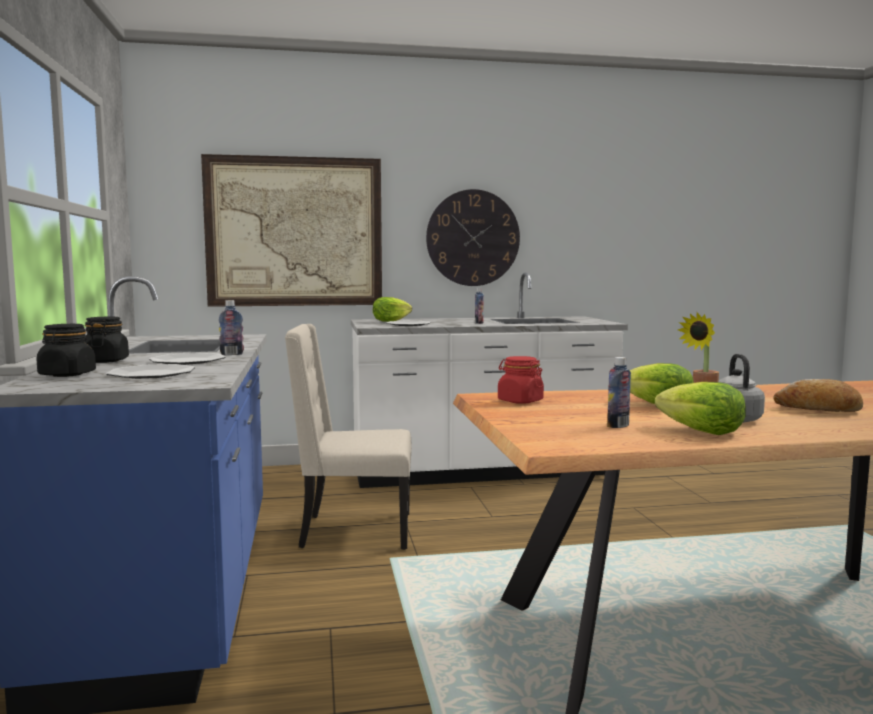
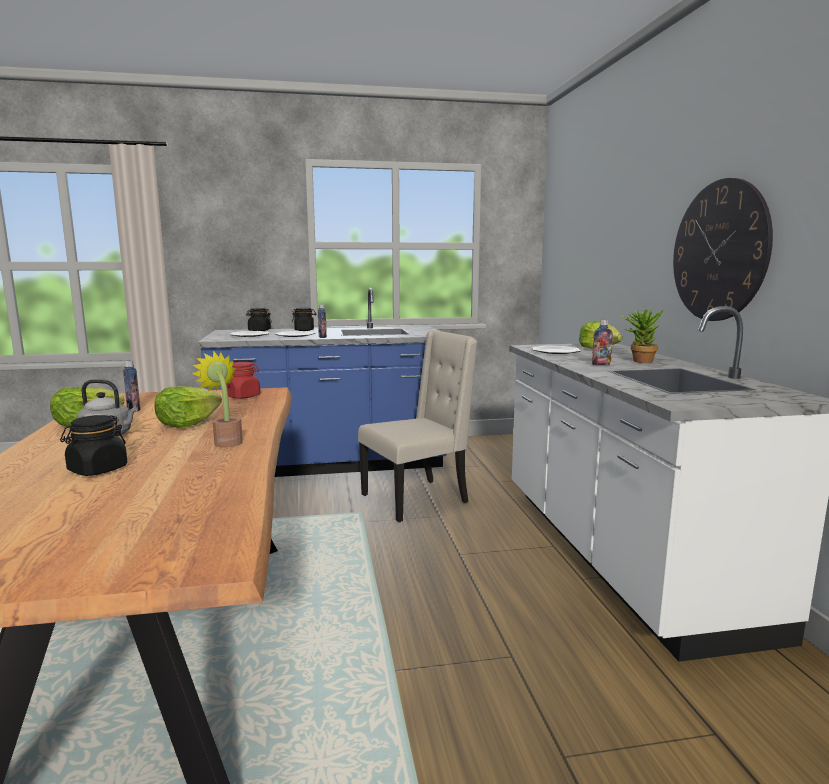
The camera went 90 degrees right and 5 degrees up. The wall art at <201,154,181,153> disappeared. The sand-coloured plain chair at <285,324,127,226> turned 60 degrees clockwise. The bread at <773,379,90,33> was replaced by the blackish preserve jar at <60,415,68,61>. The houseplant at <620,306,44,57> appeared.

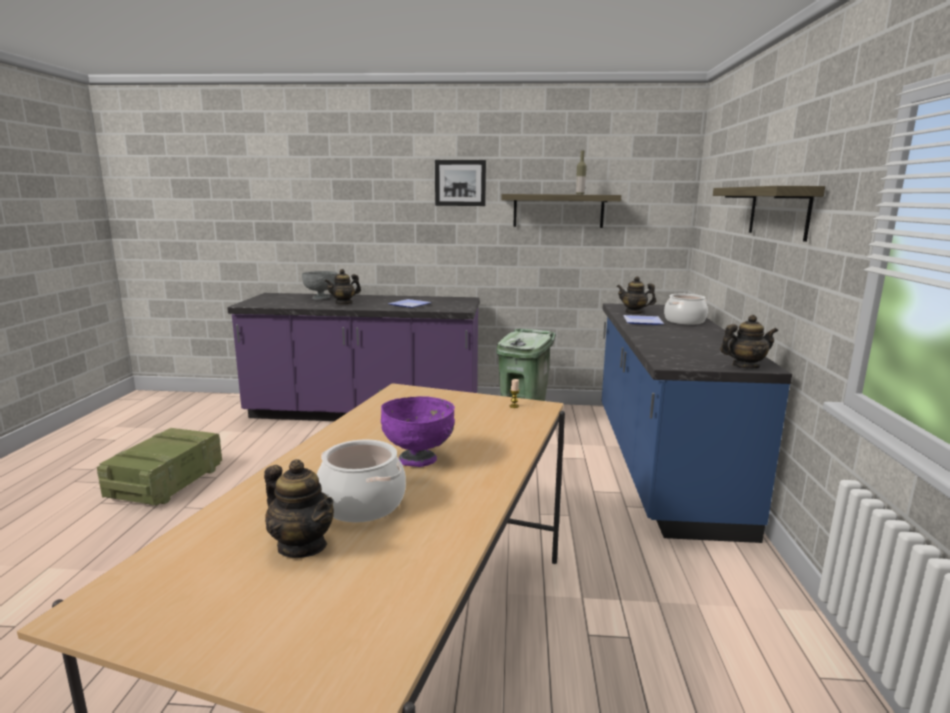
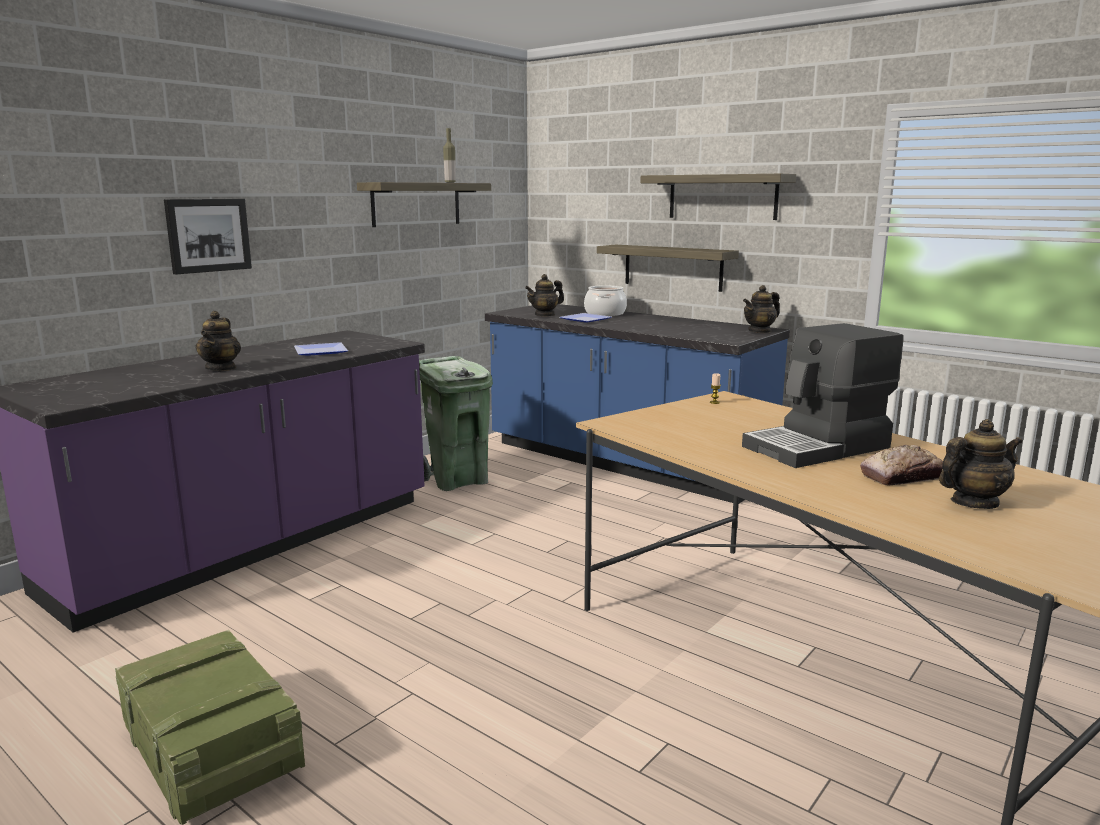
The camera went 55 degrees left and 0 degrees up. The grey bowl at <302,271,36,29> disappeared. The cooking pot at <317,439,89,84> was replaced by the bread at <860,445,83,41>. The purple bowl at <381,396,74,71> was replaced by the coffee machine at <742,323,162,145>. The wall art moved from <435,160,51,46> to <164,199,88,76>. The pot for tea at <720,315,58,54> turned 150 degrees counterclockwise. The bracket shelf at <597,245,142,47> appeared.

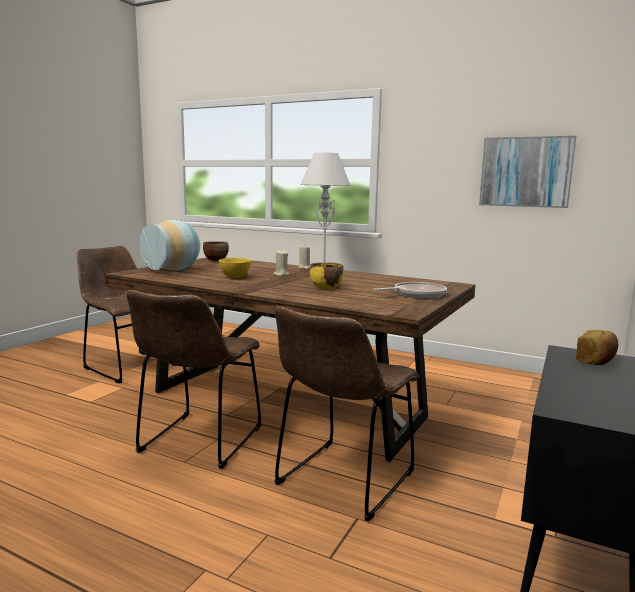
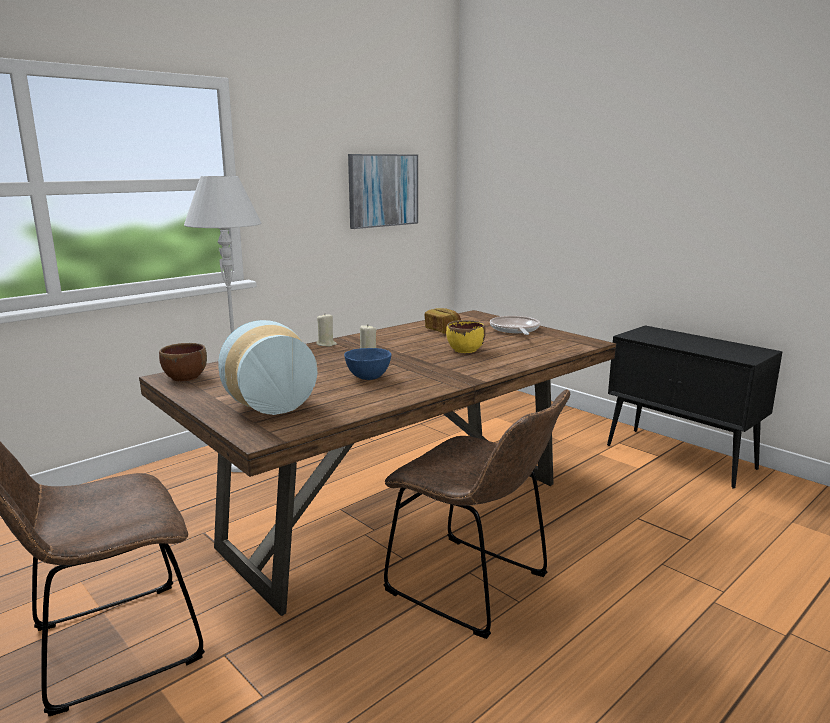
The camera went 70 degrees left and 5 degrees up. The yellowish bowl at <219,258,32,20> became the bluish bowl at <344,348,47,32>. The brown-coloured plain chair at <274,306,145,216> disappeared. The bread moved from <576,330,42,35> to <425,308,36,26>.

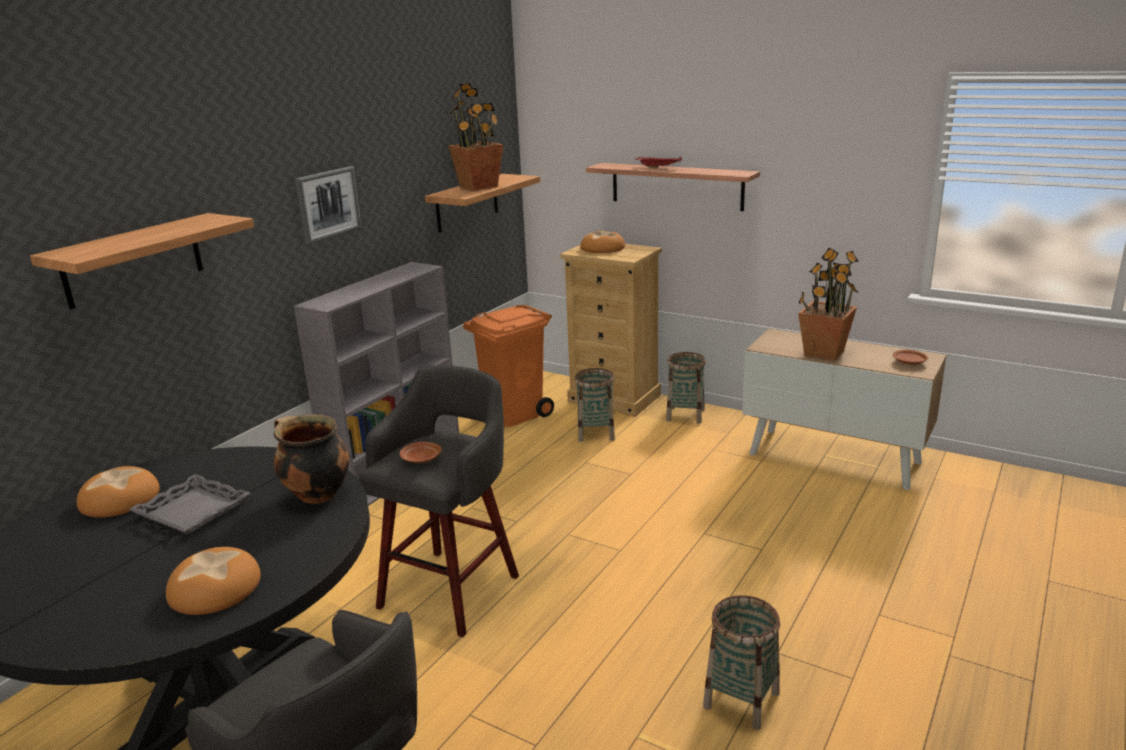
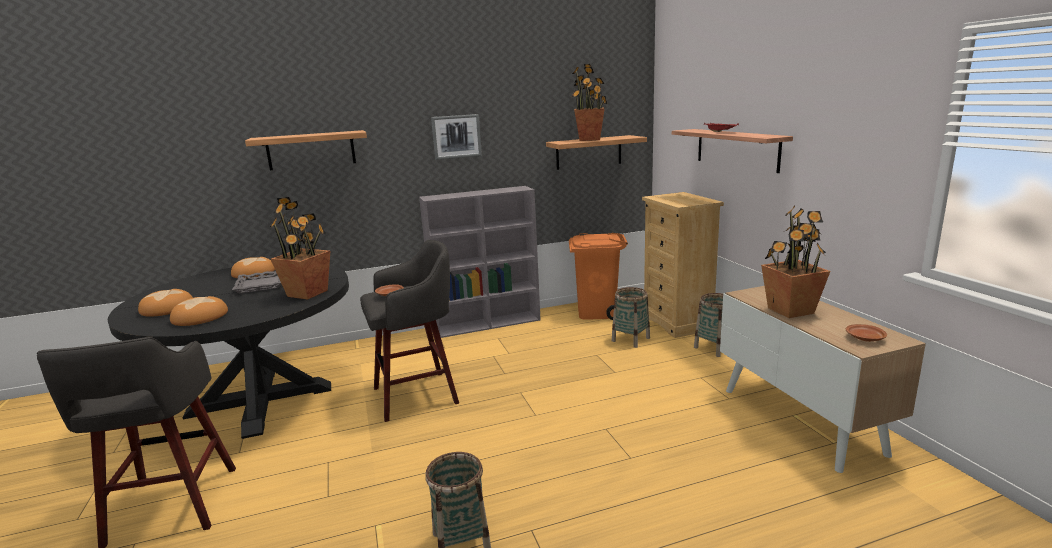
The camera went 40 degrees right and 5 degrees down. The cooking pot at <274,415,75,88> was replaced by the houseplant at <270,197,60,103>. The bread moved from <580,231,45,22> to <138,289,55,28>.

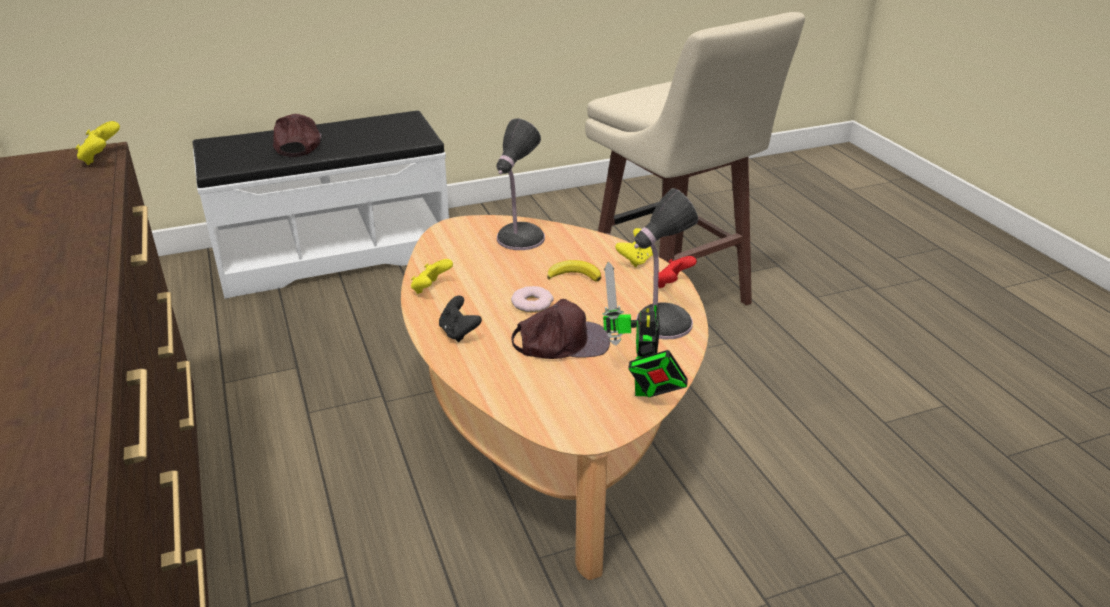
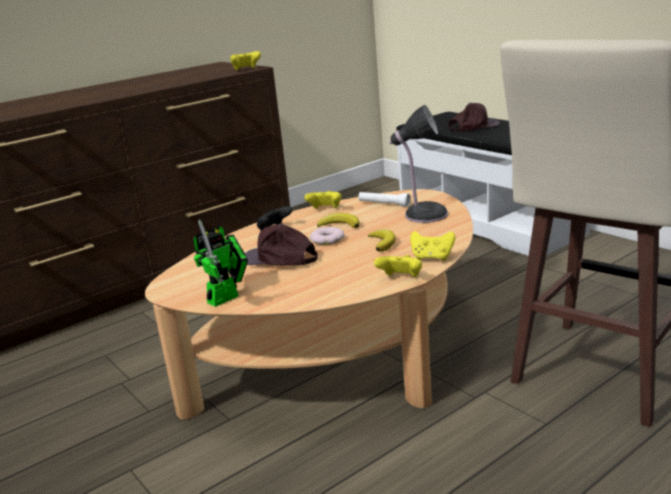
The camera went 75 degrees right and 10 degrees down. The brown-coloured peaked cap at <511,299,99,60> turned 135 degrees clockwise. The robot figure at <602,261,86,136> turned 150 degrees clockwise. The lamp for a table at <634,188,64,151> disappeared. The red-coloured game controller at <658,256,39,32> became the yellowish game controller at <374,255,48,22>. The banana fruit at <317,213,43,15> appeared. The white-coloured torch at <358,192,53,15> appeared.

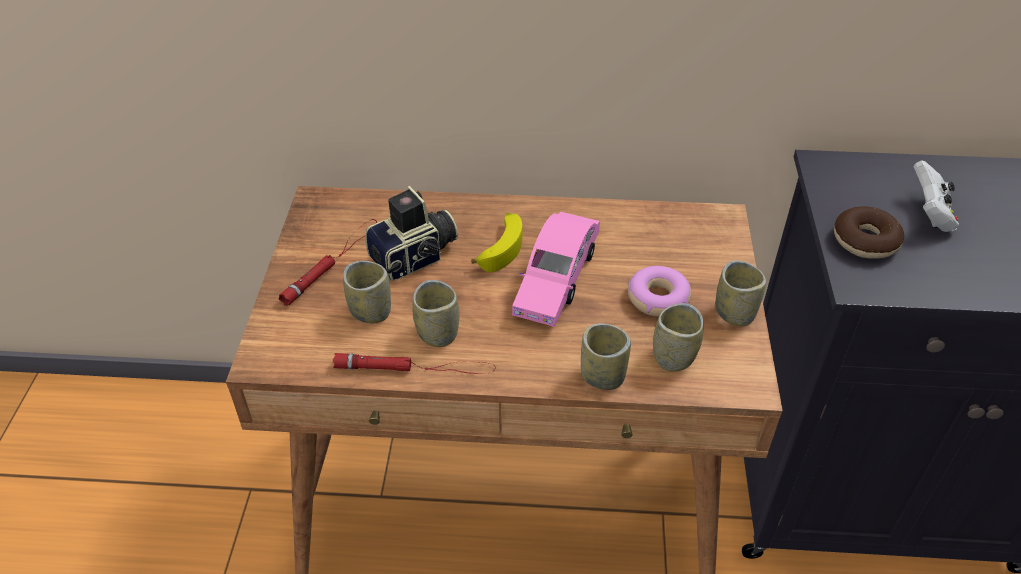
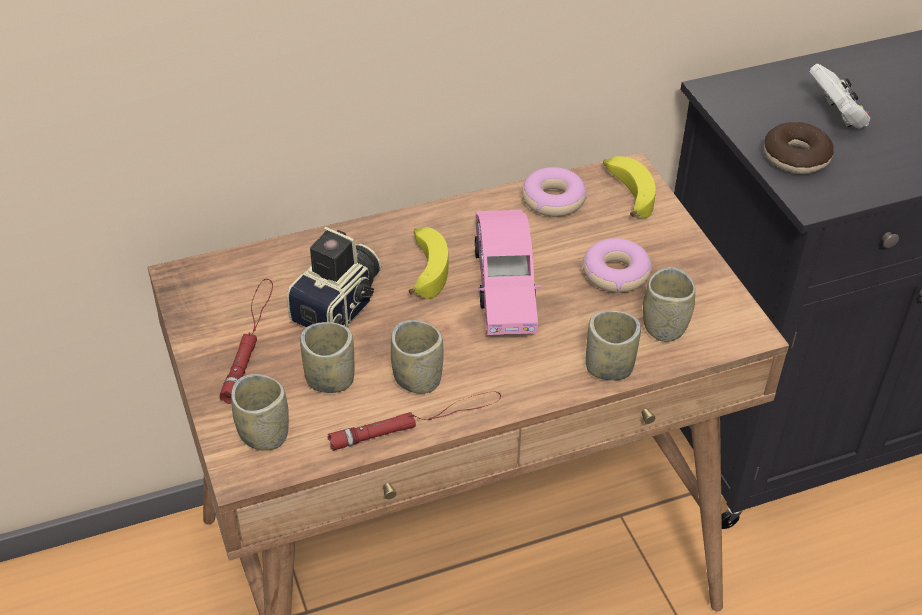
The camera went 25 degrees left and 0 degrees up. The small cup moved from <716,260,50,66> to <231,374,58,77>. The ring doughnut at <522,167,65,50> appeared. The banana fruit at <603,156,53,62> appeared.

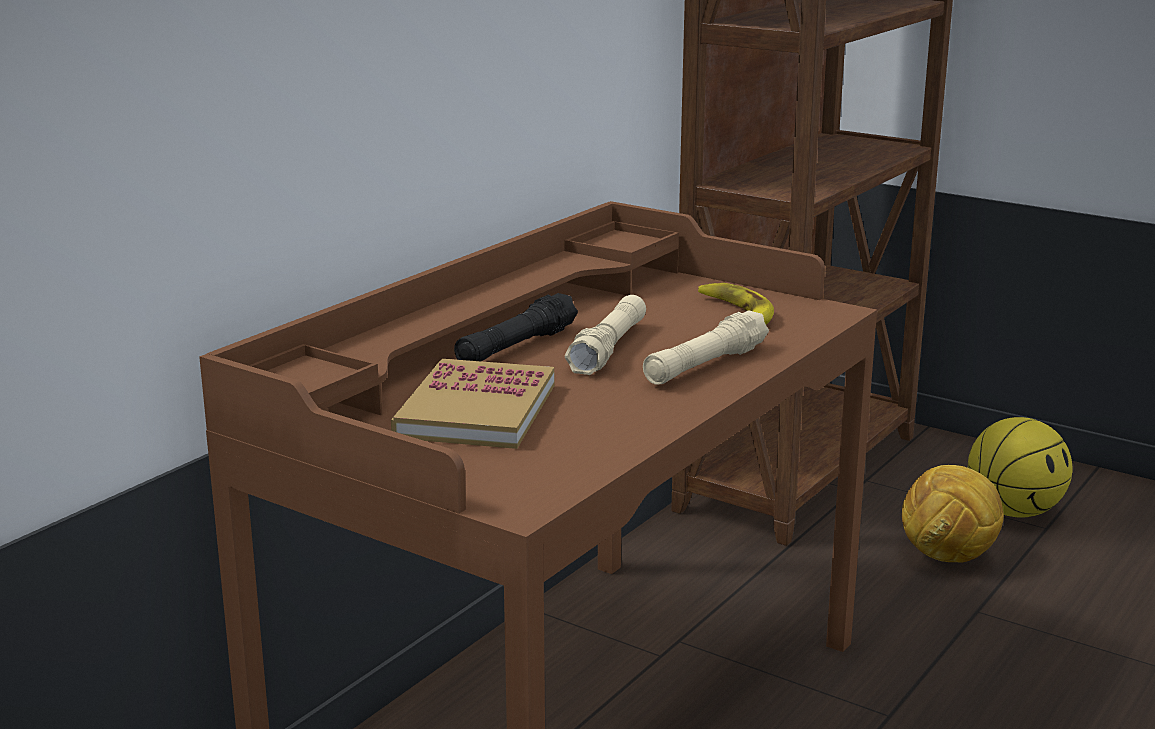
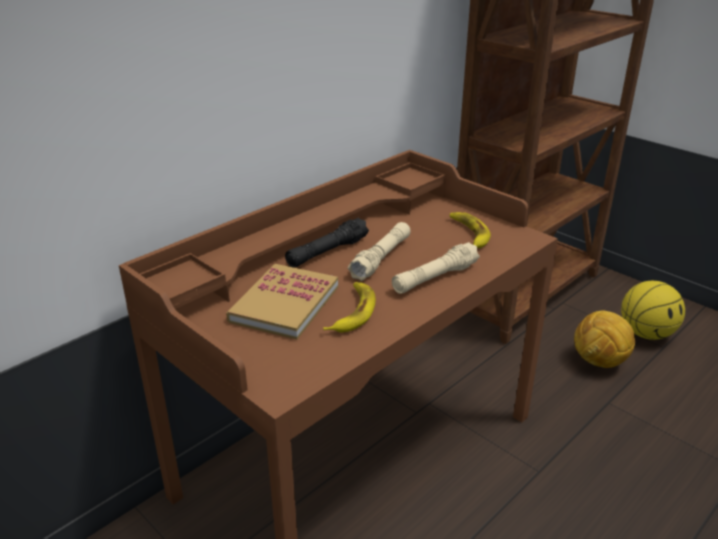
The camera went 10 degrees right and 10 degrees up. The banana fruit at <323,282,53,50> appeared.

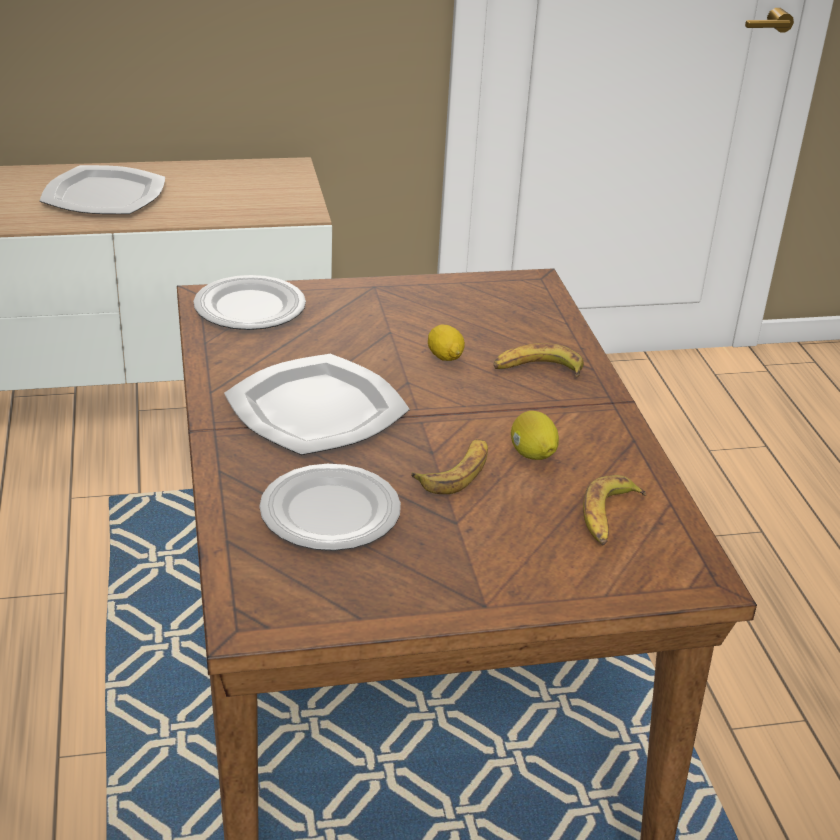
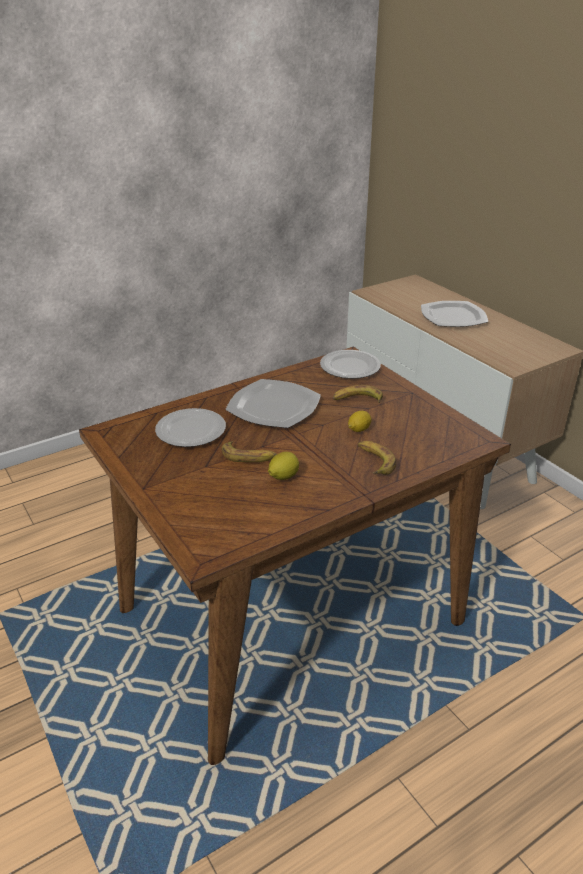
The camera went 70 degrees right and 0 degrees up. The banana fruit moved from <583,475,64,70> to <333,385,50,18>.

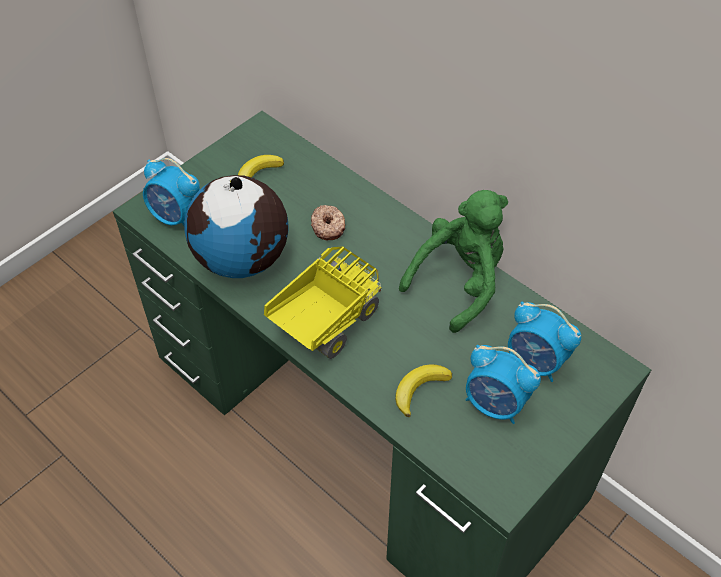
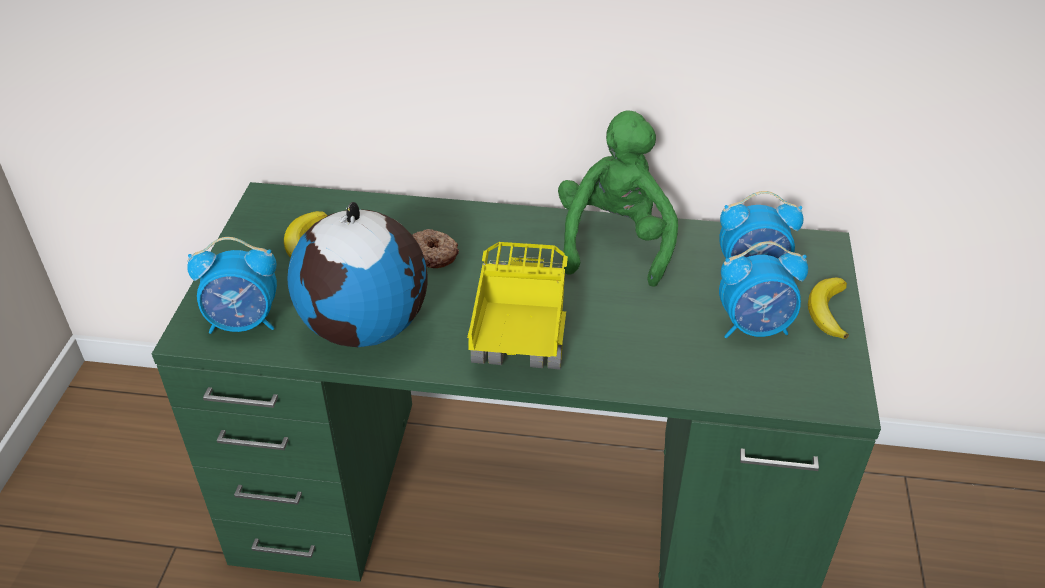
The camera went 35 degrees left and 10 degrees down. The banana fruit moved from <395,364,57,53> to <808,277,41,62>.

